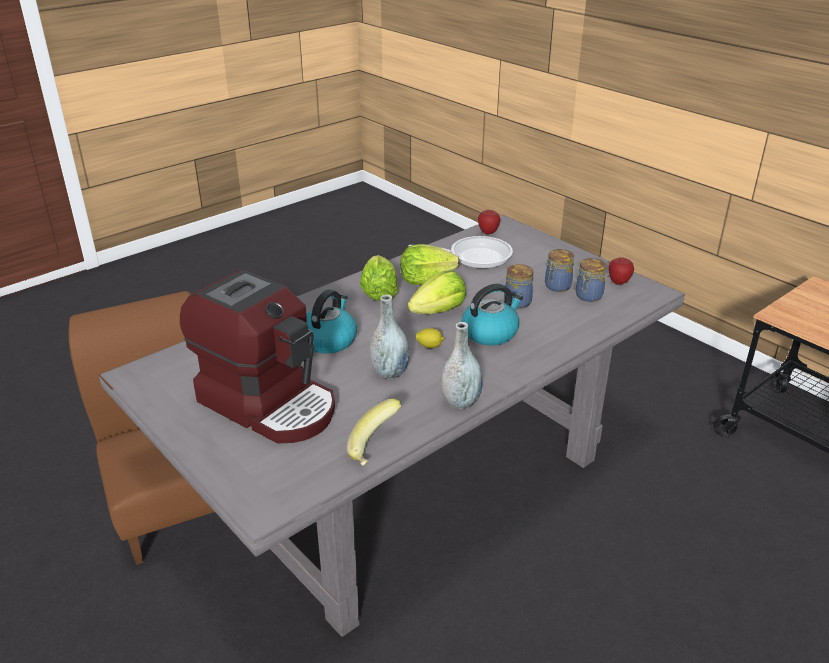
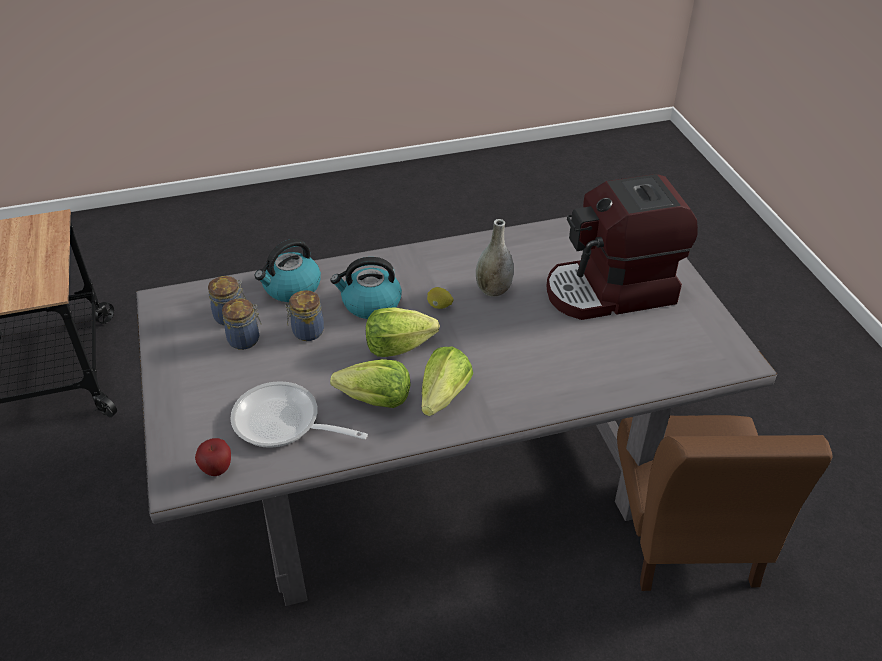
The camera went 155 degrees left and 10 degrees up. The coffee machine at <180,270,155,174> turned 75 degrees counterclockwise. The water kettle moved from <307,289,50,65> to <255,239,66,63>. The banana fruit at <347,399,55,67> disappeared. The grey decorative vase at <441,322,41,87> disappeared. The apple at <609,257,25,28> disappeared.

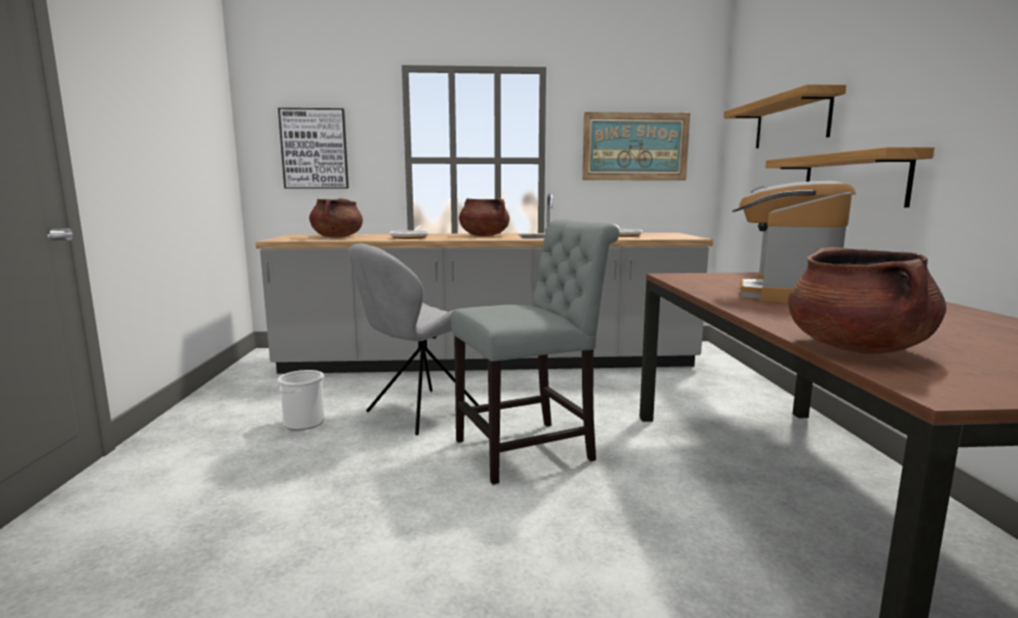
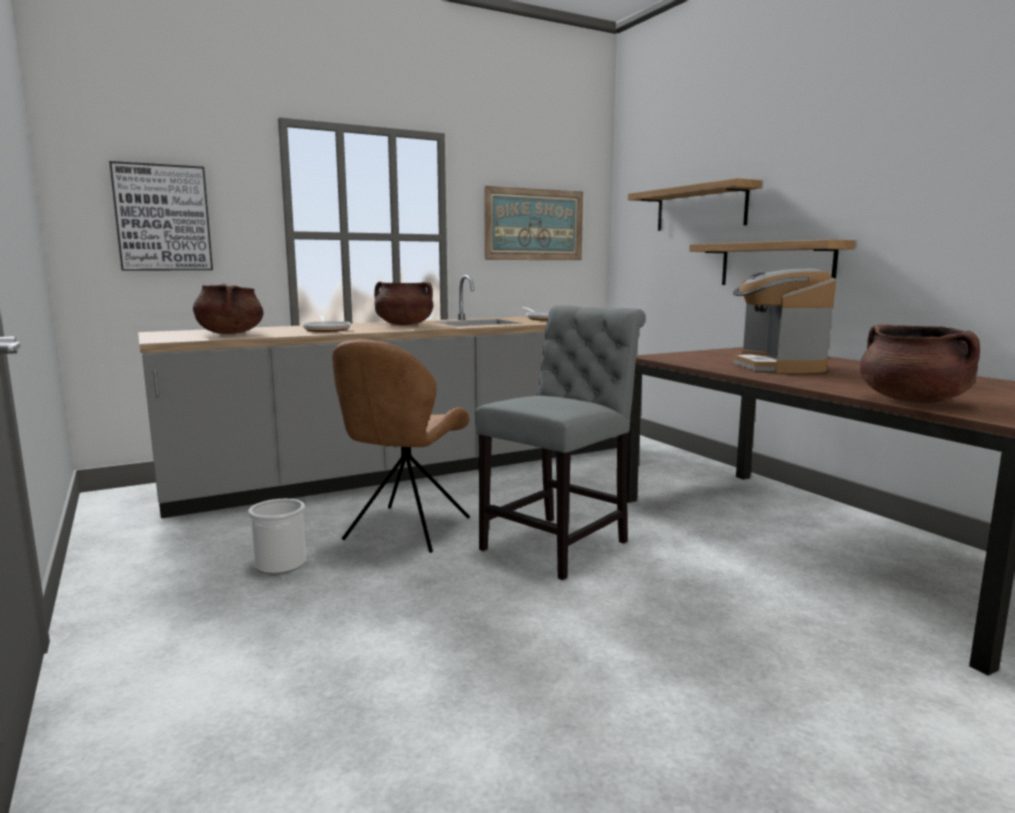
The camera went 25 degrees left and 0 degrees up. The grey plain chair at <348,244,131,191> became the brown-coloured plain chair at <332,340,138,213>.

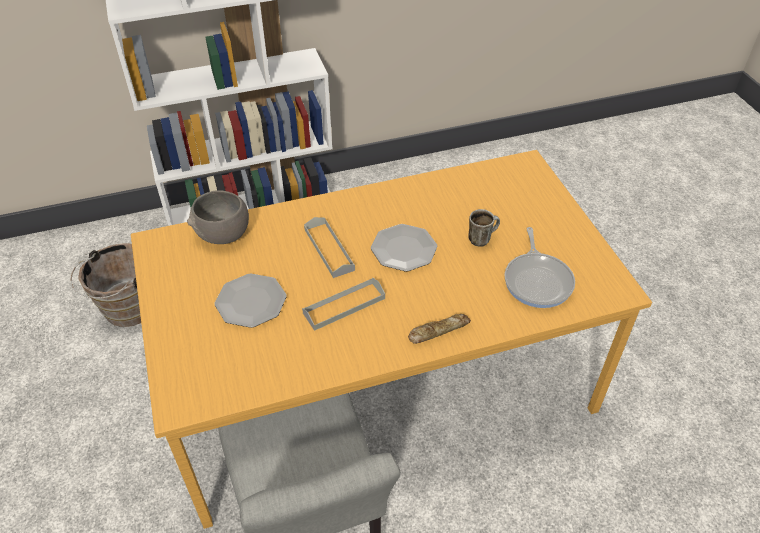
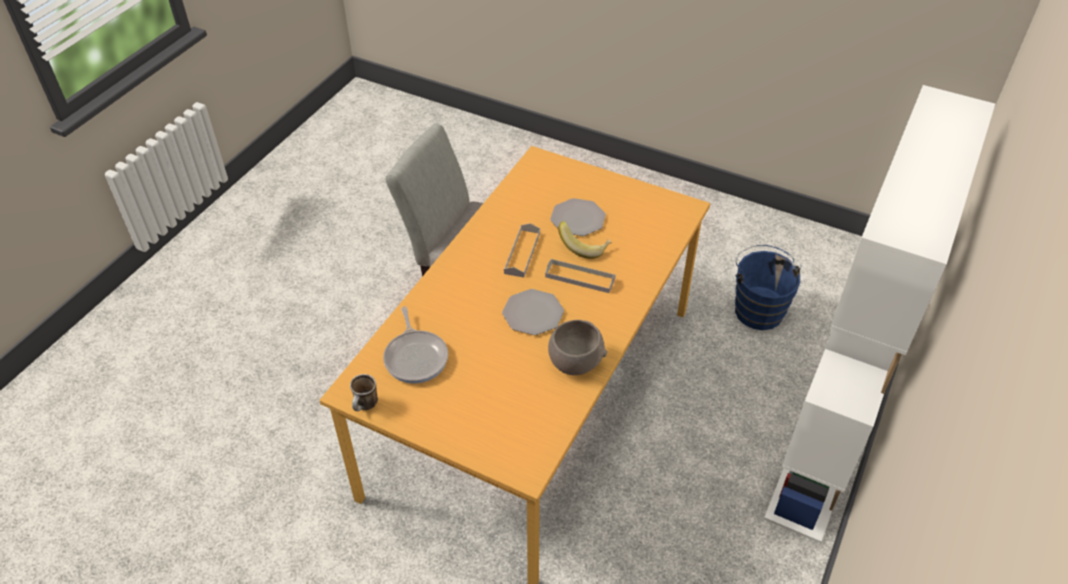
The camera went 135 degrees right and 0 degrees up. The brown-coloured water bucket at <71,243,70,84> became the bluish water bucket at <735,245,67,85>. The grey bowl moved from <187,190,62,54> to <548,320,59,55>. The bread at <408,314,63,30> disappeared. The coffee mug moved from <468,209,32,38> to <350,374,28,37>. The frying pan at <505,227,70,81> turned 150 degrees counterclockwise. The banana fruit at <558,221,54,38> appeared.

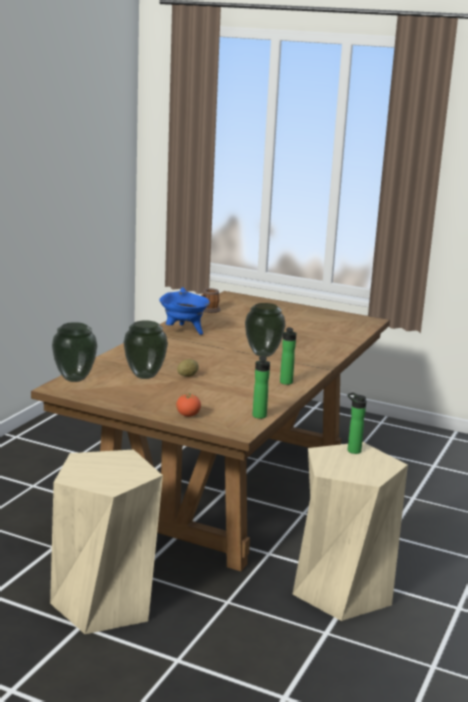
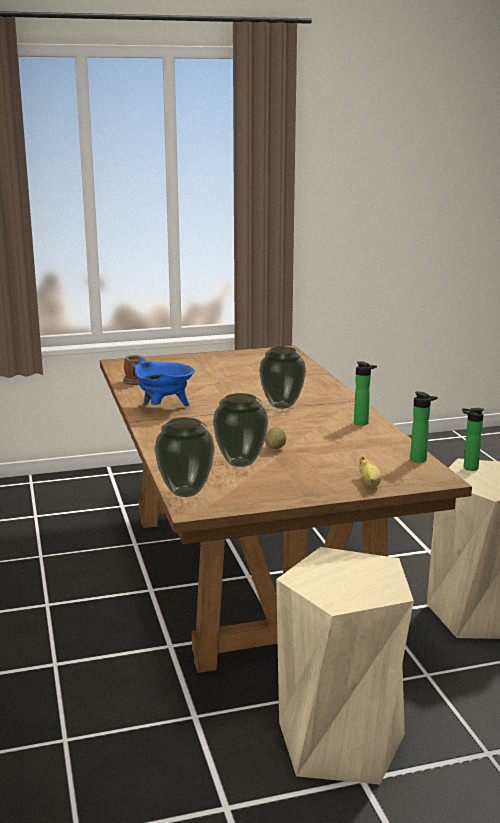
The camera went 40 degrees left and 0 degrees up. The whole tomato at <176,393,25,24> was replaced by the banana fruit at <359,457,22,30>.

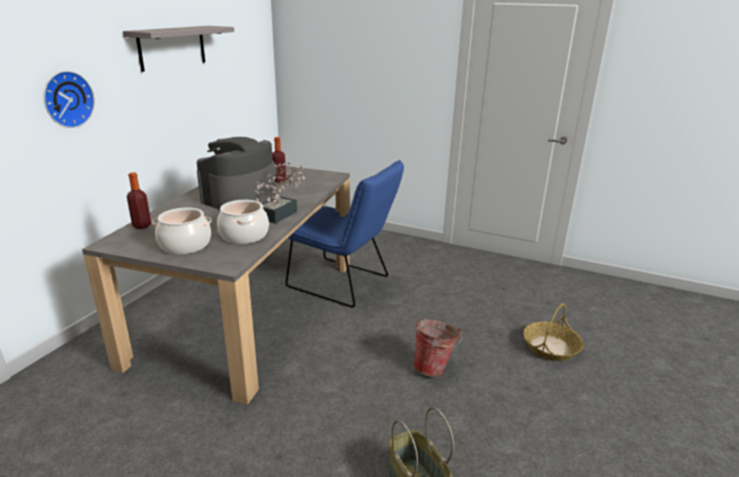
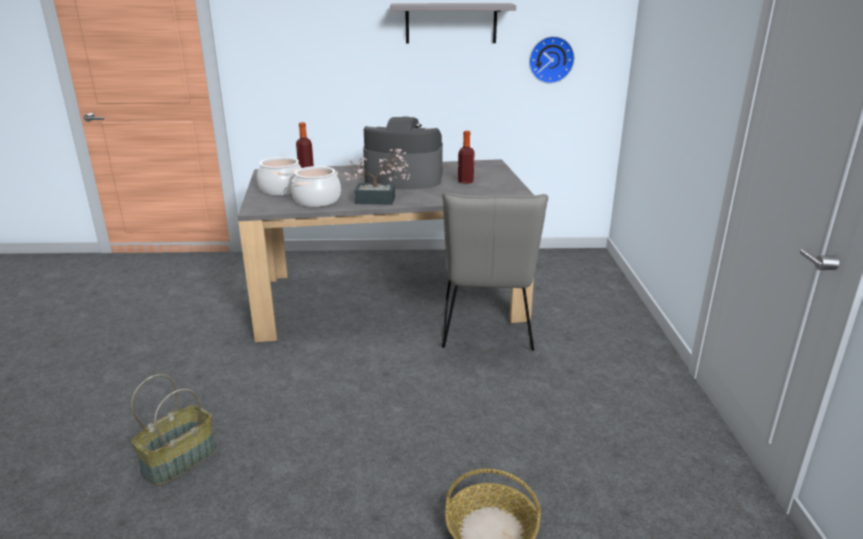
The camera went 65 degrees right and 0 degrees up. The wall clock moved from <44,71,51,57> to <529,36,46,48>. The bluish plain chair at <286,160,118,147> became the grey plain chair at <442,192,106,159>. The water bucket at <413,319,49,58> disappeared.

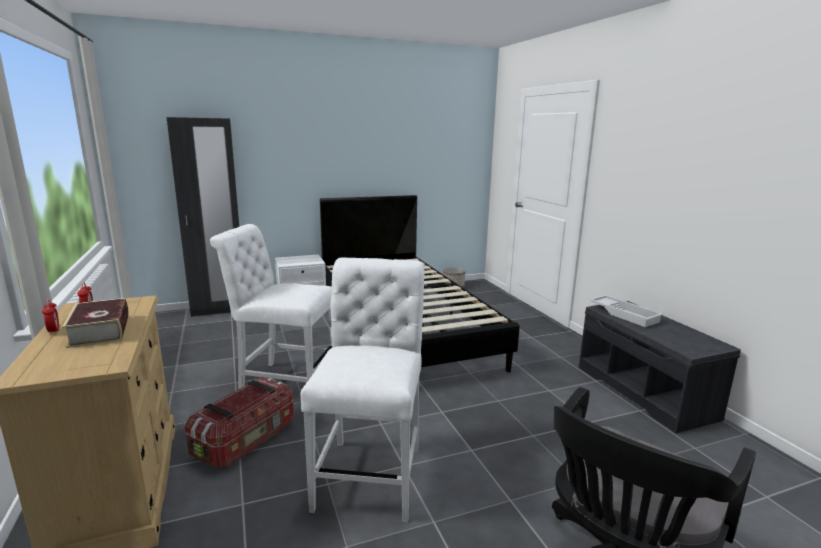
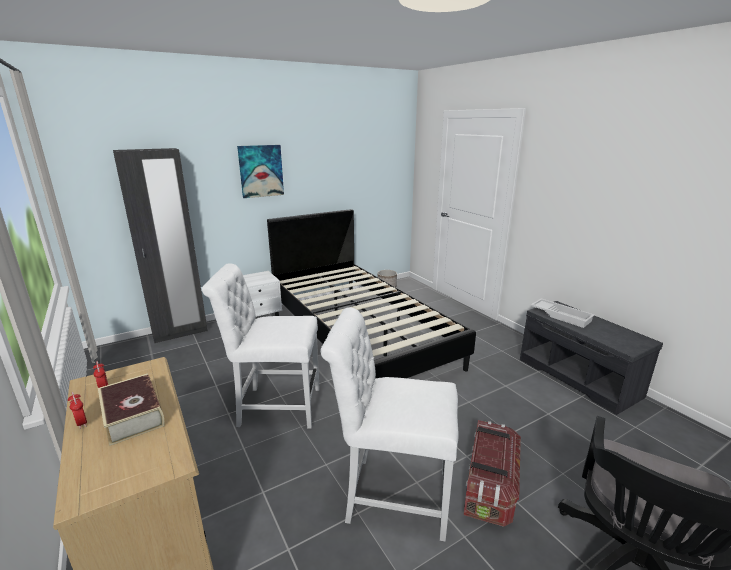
The camera went 10 degrees left and 5 degrees up. The storage box moved from <185,377,109,91> to <464,420,57,107>. The white-coloured plain chair at <301,257,124,266> turned 75 degrees counterclockwise. The wall art at <237,145,47,53> appeared.

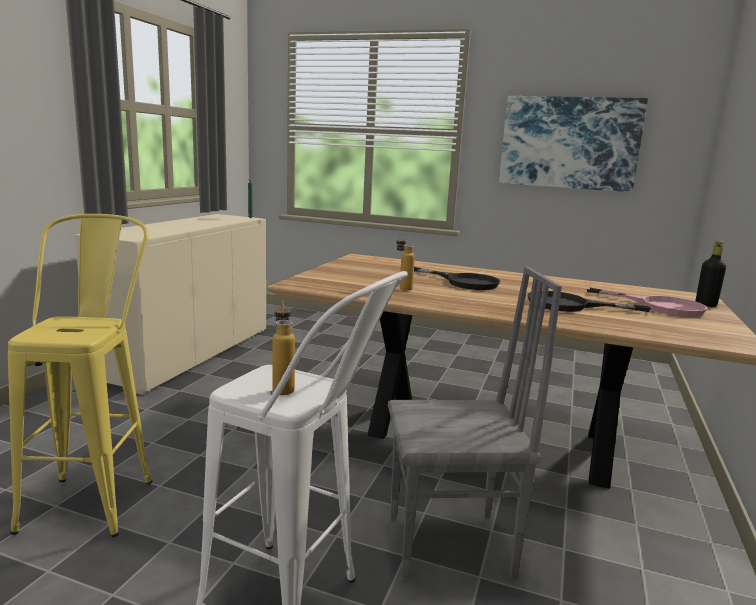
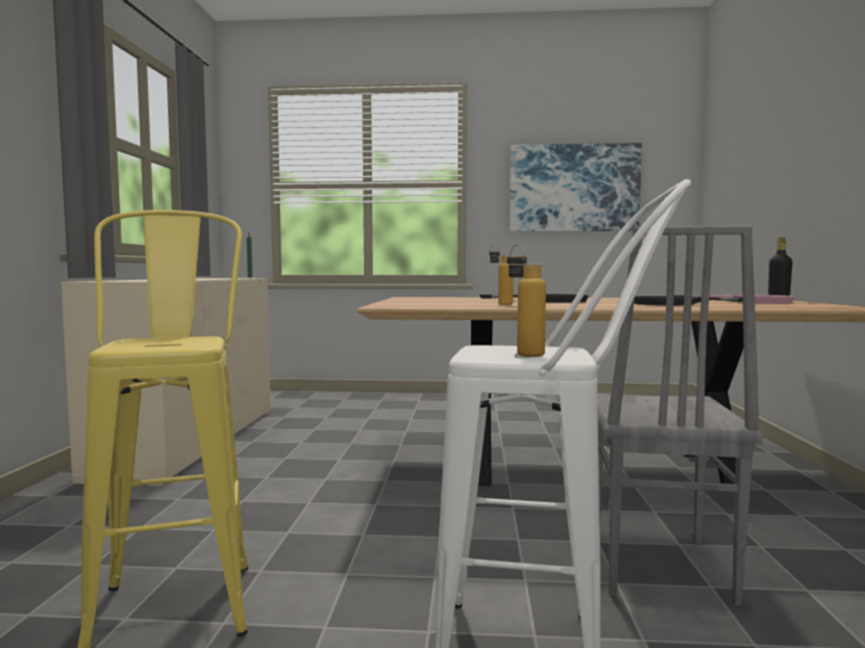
The camera went 15 degrees left and 10 degrees down. The grey plain chair at <388,266,174,316> turned 120 degrees clockwise.

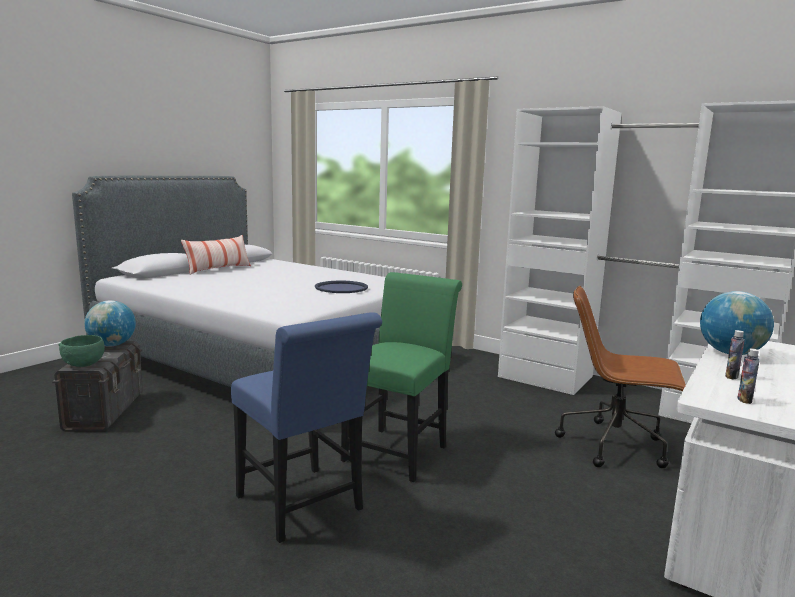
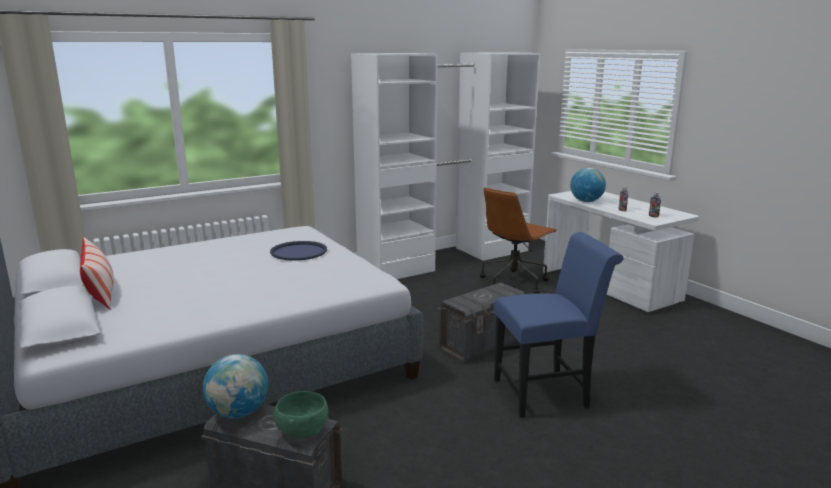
The camera went 65 degrees left and 5 degrees up. The green plain chair at <341,272,121,210> was replaced by the grey storage box at <438,282,86,80>.

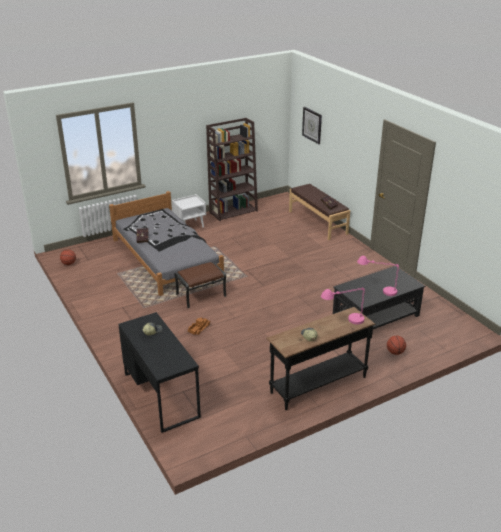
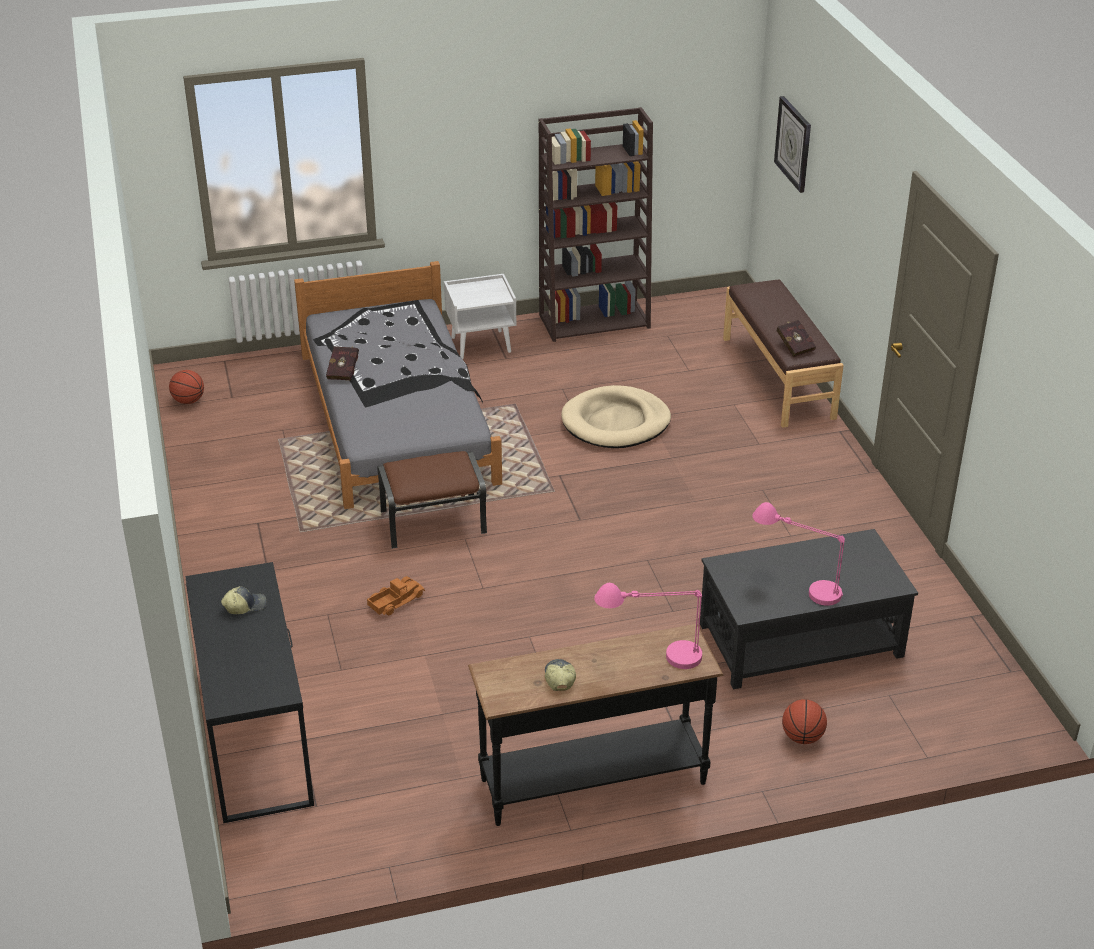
The camera went 15 degrees right and 5 degrees up. The sand-coloured dog cushion at <561,385,110,63> appeared.

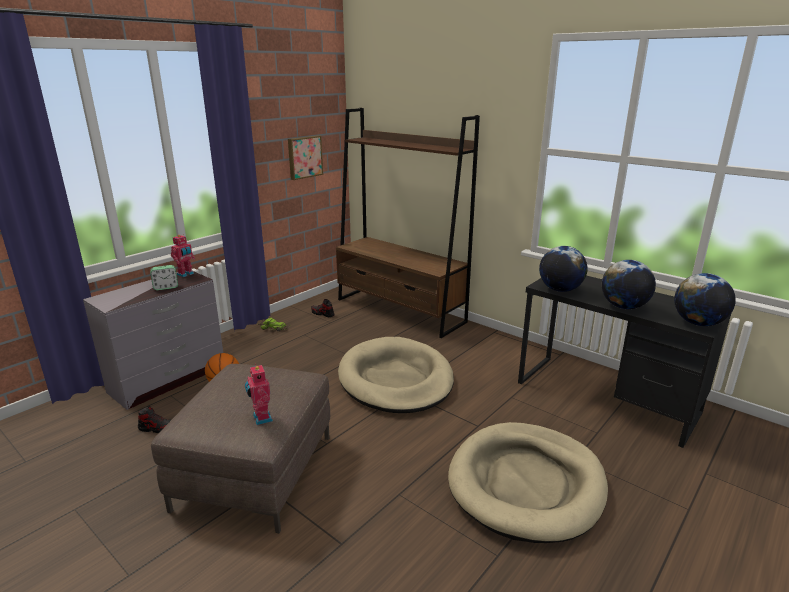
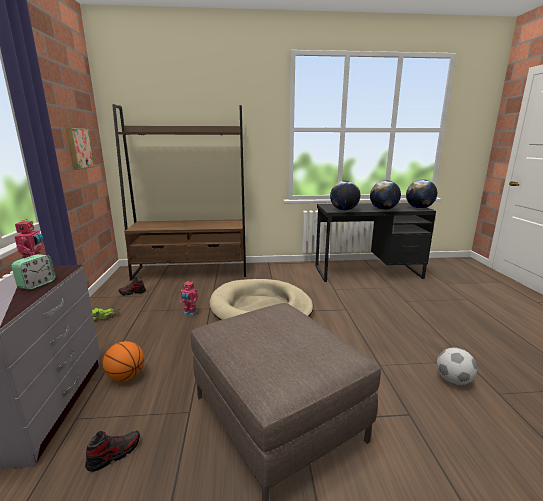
The camera went 45 degrees left and 5 degrees down. The robot figure moved from <245,364,28,61> to <180,281,18,35>. The sand-coloured dog cushion at <448,422,160,121> disappeared. The ball for football at <437,347,40,38> appeared.

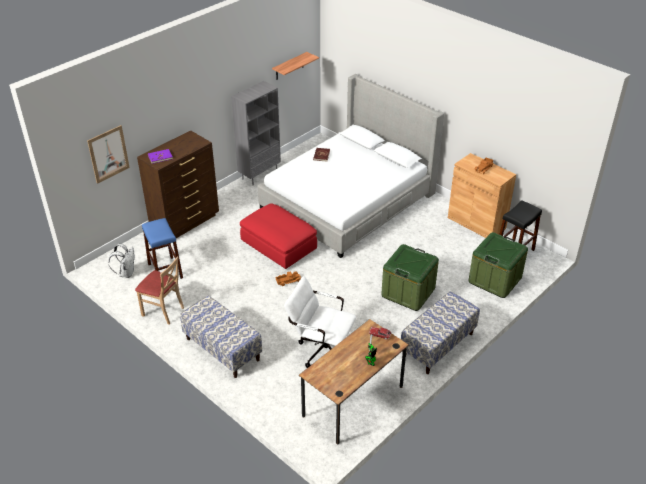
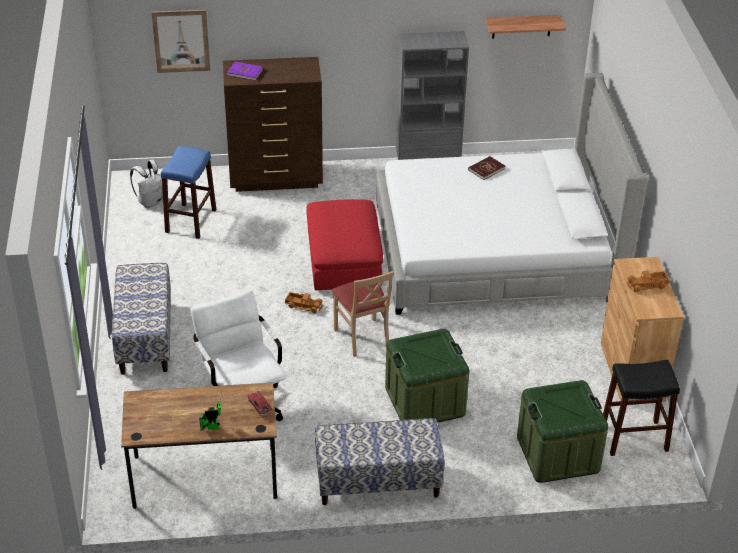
The camera went 40 degrees right and 0 degrees up. The sand-coloured plain chair moved from <135,257,49,67> to <332,271,62,86>.

